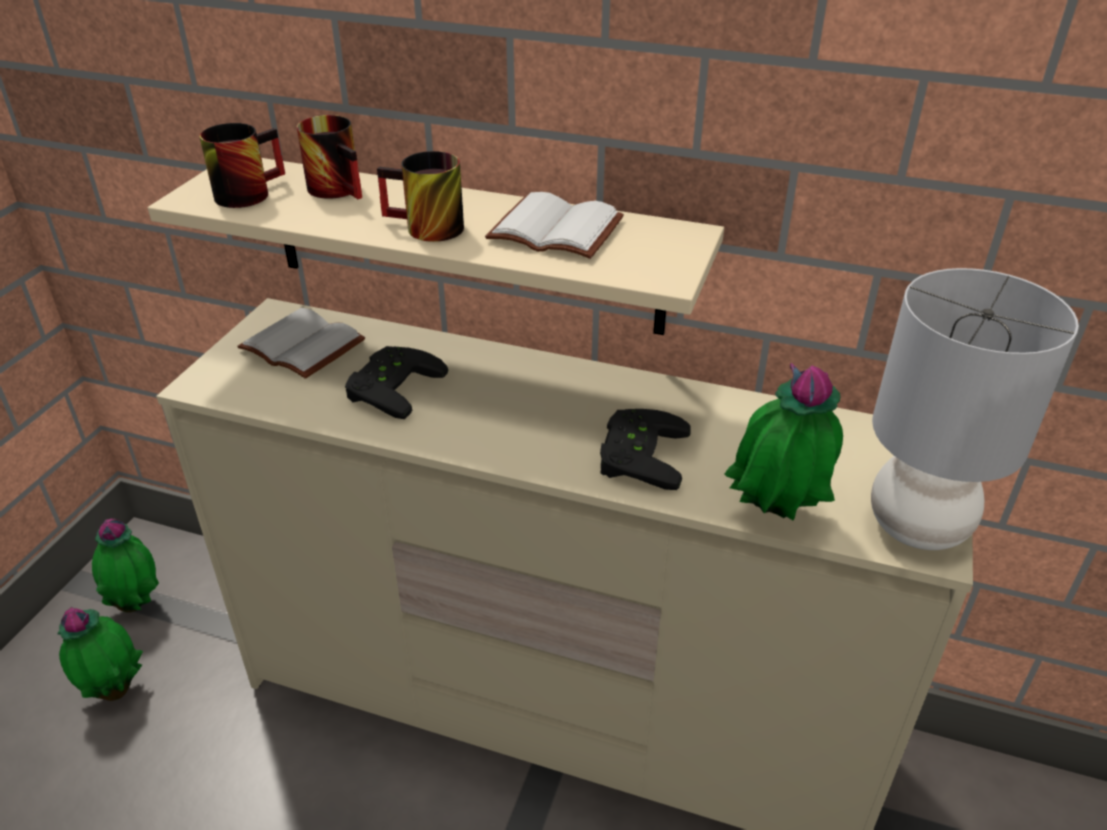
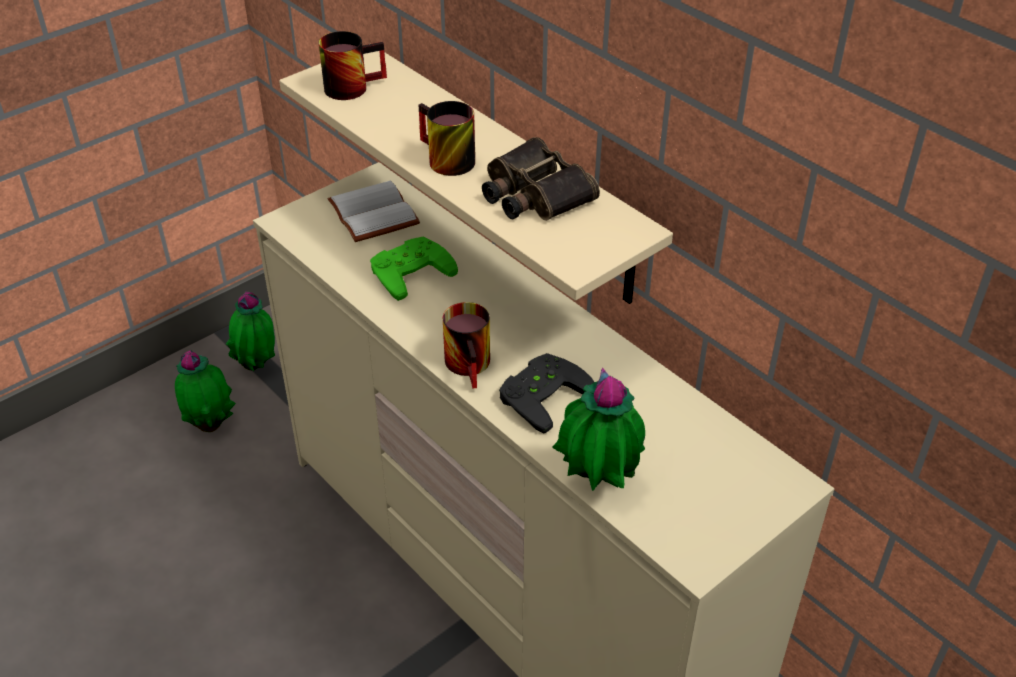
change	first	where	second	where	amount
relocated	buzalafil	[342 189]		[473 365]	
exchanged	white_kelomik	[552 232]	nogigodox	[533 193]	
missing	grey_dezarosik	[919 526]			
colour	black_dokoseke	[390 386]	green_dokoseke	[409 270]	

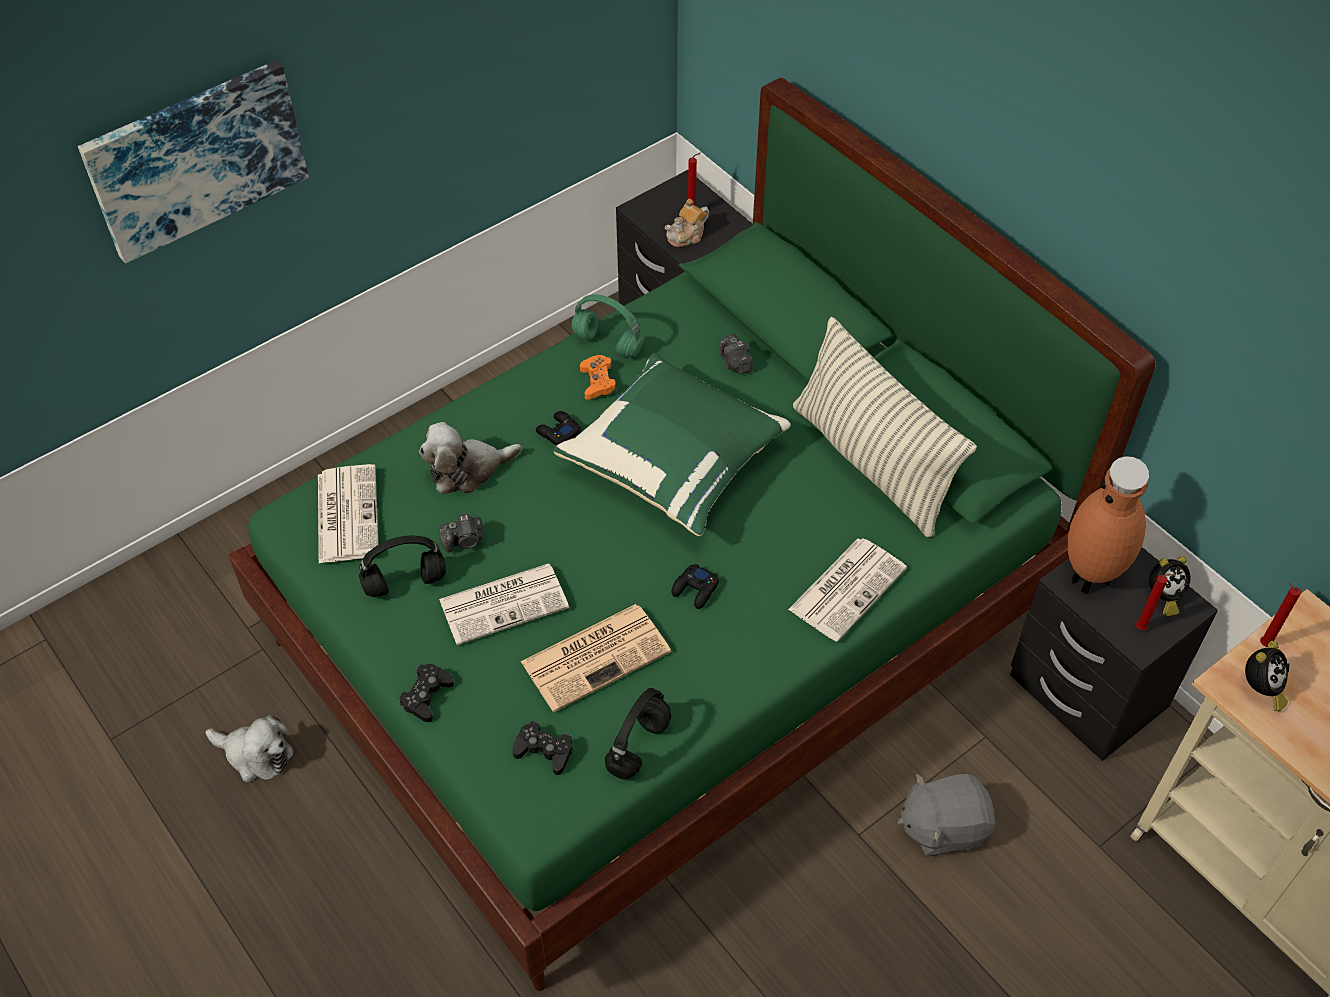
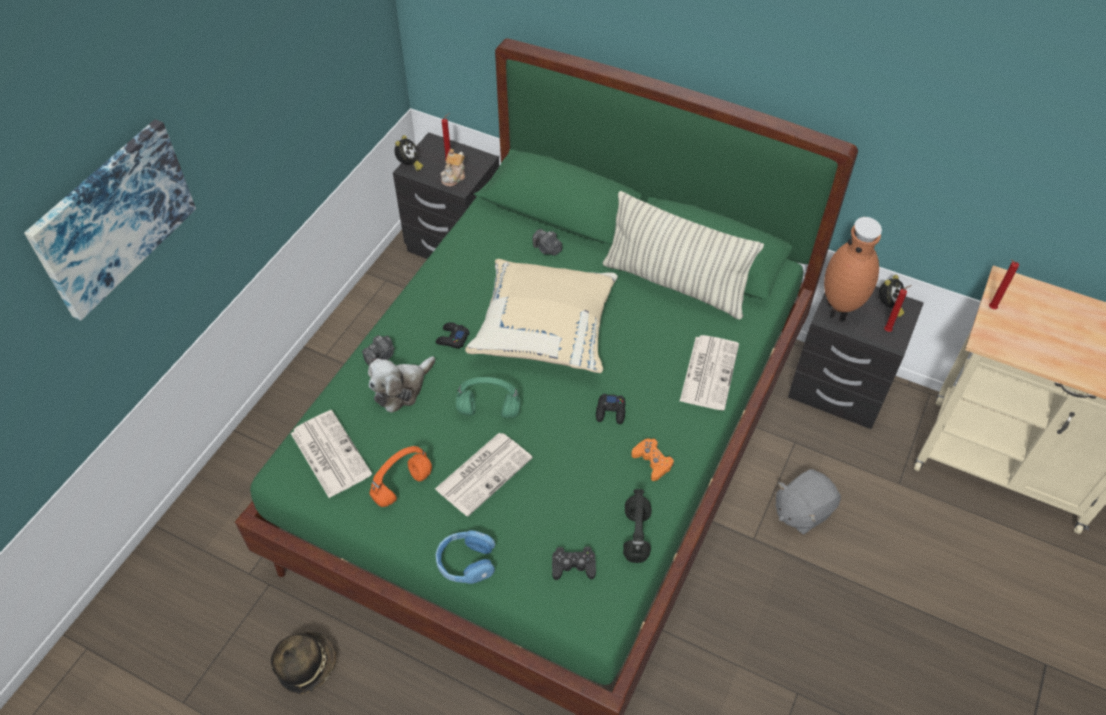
change	first	where	second	where	amount
relocated	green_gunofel	[606 344]		[487 411]	
colour	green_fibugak	[674 463]	beige_fibugak	[545 330]	
relocated	orange_dokoseke	[598 382]		[652 462]	
relocated	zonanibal	[464 541]		[381 356]	
colour	black_gunofel	[404 584]	orange_gunofel	[402 488]	
missing	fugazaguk	[597 656]			
relocated	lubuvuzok	[1260 690]		[409 165]	
exchanged	black_dokoseke	[426 696]	blue_gunofel	[466 562]	
exchanged	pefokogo	[256 755]	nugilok	[306 664]	

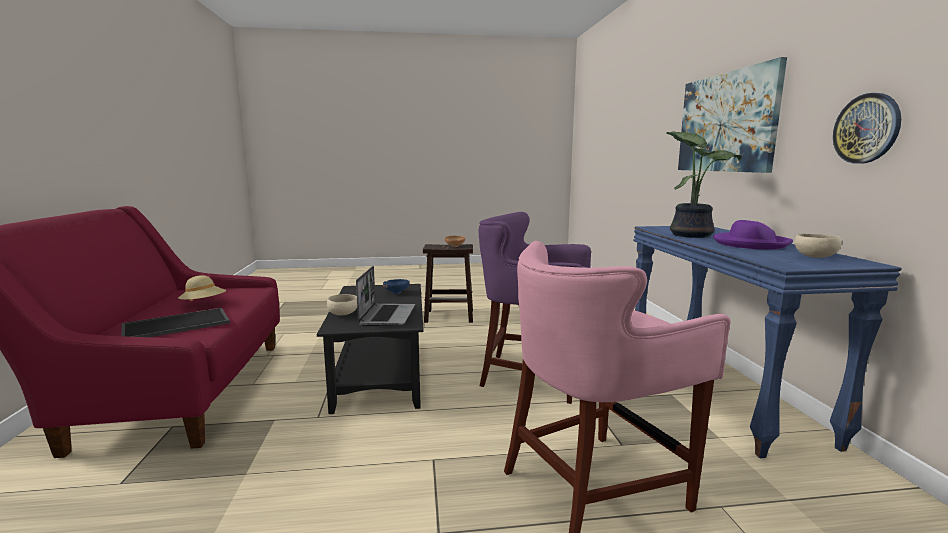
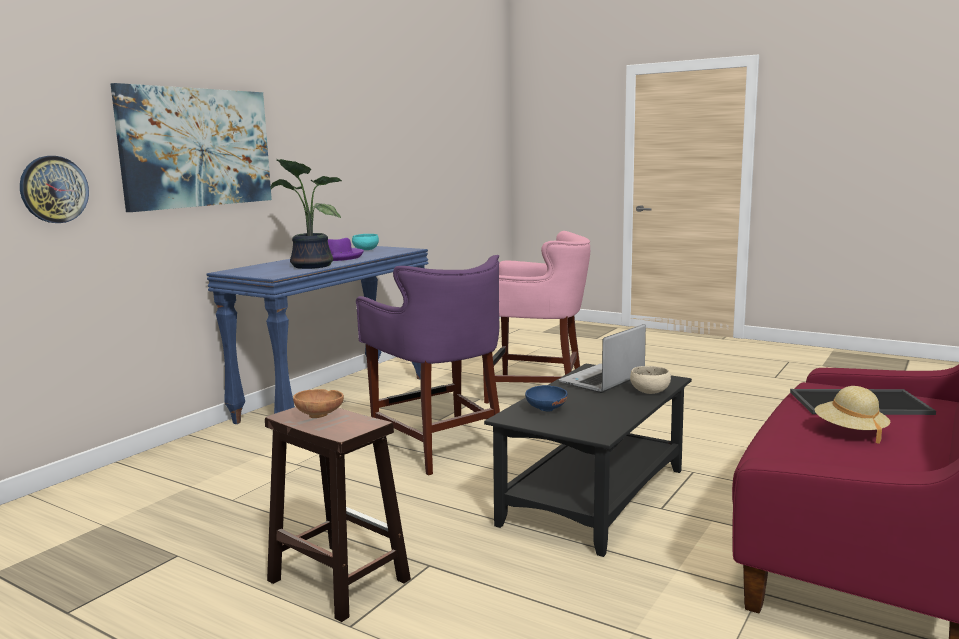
change	first	where	second	where	amount
relocated	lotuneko	[866 128]		[54 189]	
colour	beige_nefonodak	[814 256]	turquoise_nefonodak	[365 250]	

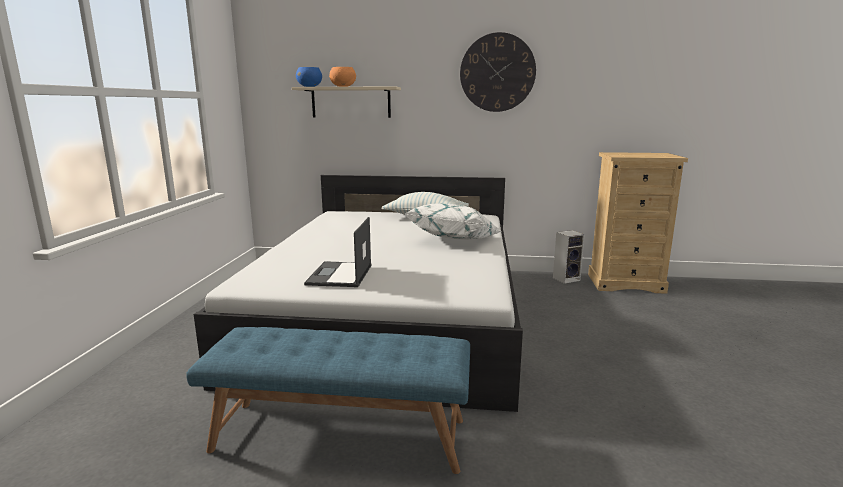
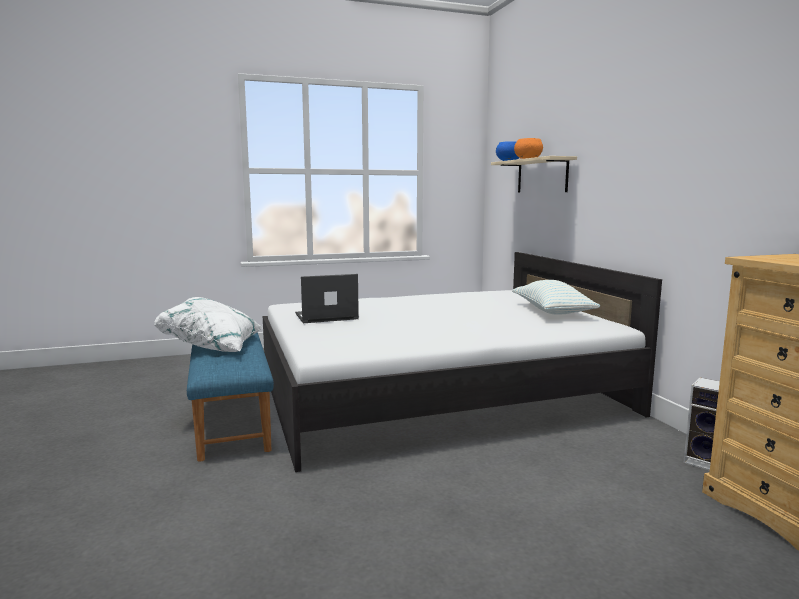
change	first	where	second	where	amount
missing	lotuneko	[497 73]			
relocated	white_fibugak	[455 240]		[214 345]	

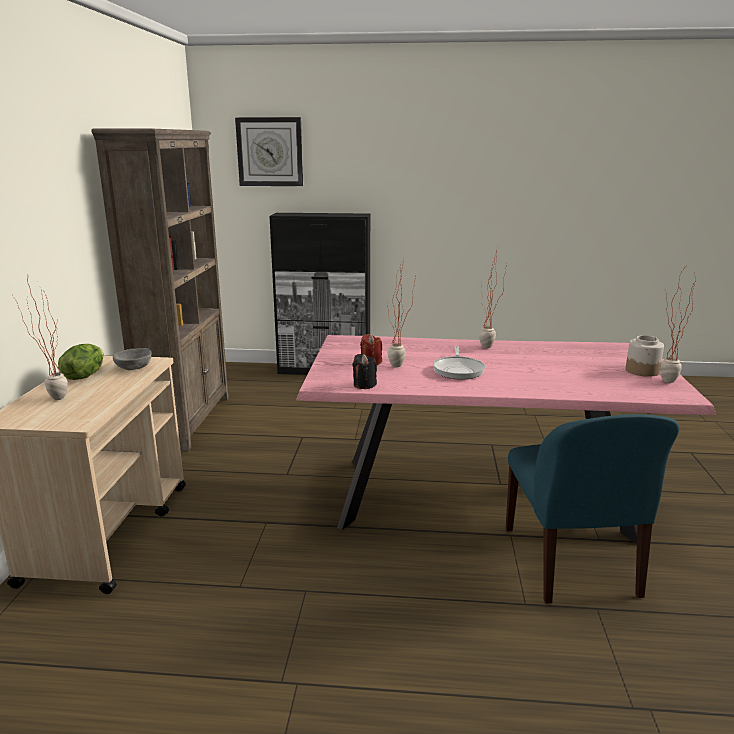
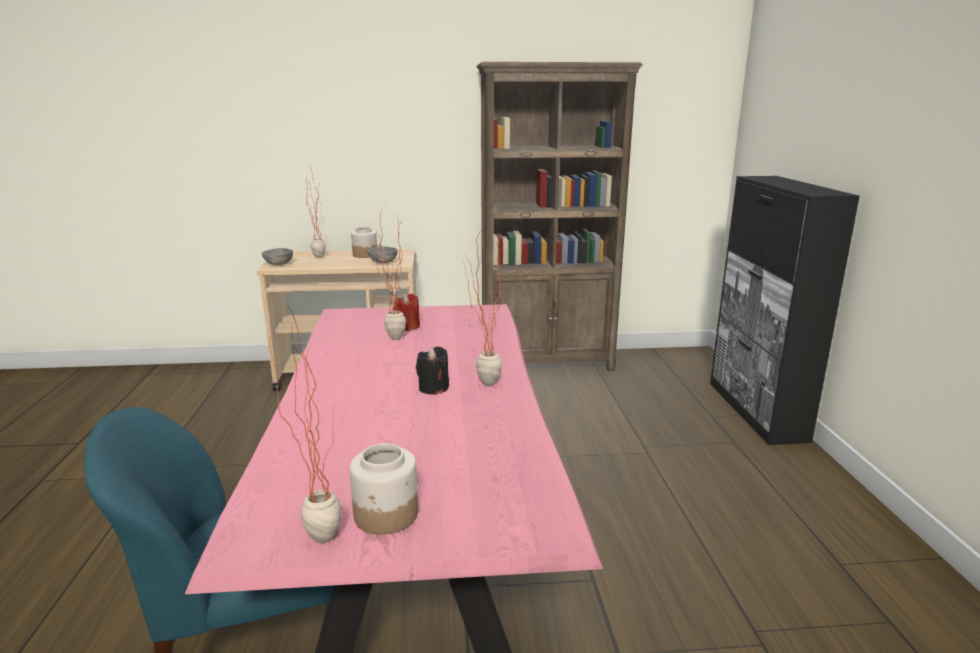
change	first	where	second	where	amount
missing	lotuneko	[270 152]			
exchanged	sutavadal	[84 376]	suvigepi	[365 255]	
missing	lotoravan	[458 370]			
relocated	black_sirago	[364 385]		[433 388]	
appeared			grey_nefonodak	[278 264]	

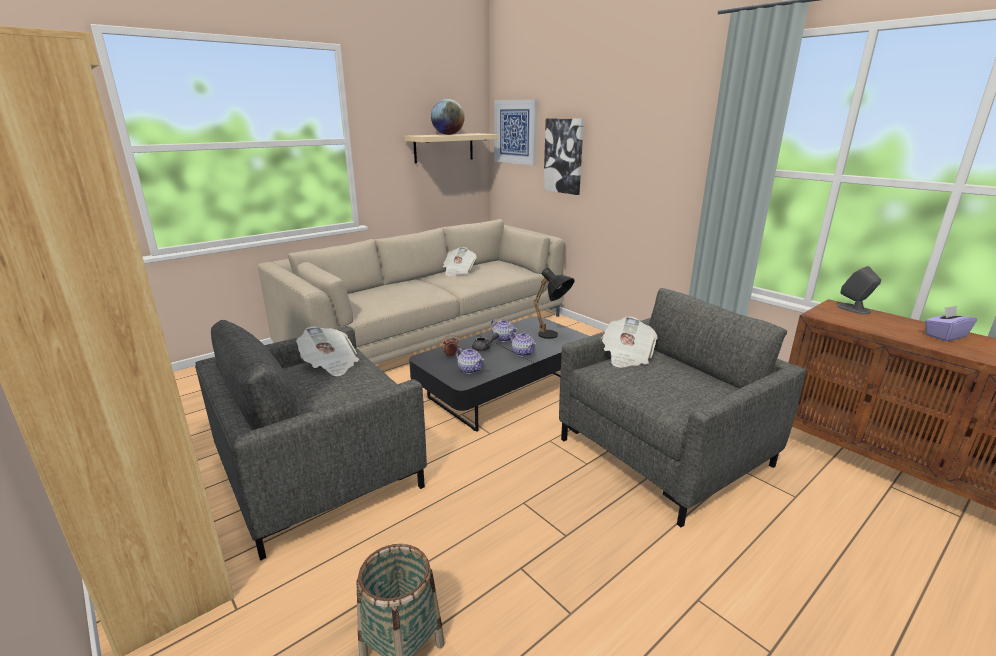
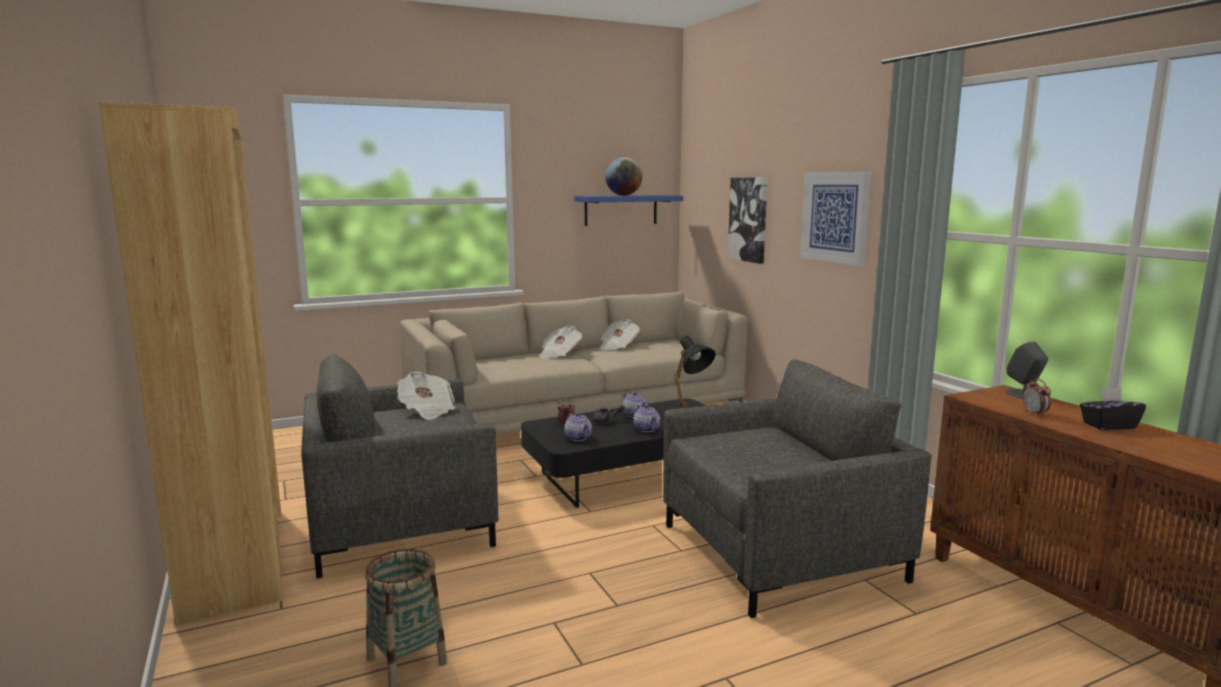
change	first	where	second	where	amount
relocated	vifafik	[515 132]		[835 217]	
colour	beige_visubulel	[444 147]	blue_visubulel	[621 210]	
colour	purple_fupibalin	[944 336]	black_fupibalin	[1108 425]	
relocated	fugazaguk	[626 356]		[559 354]	
appeared			lubuvuzok	[1035 414]	

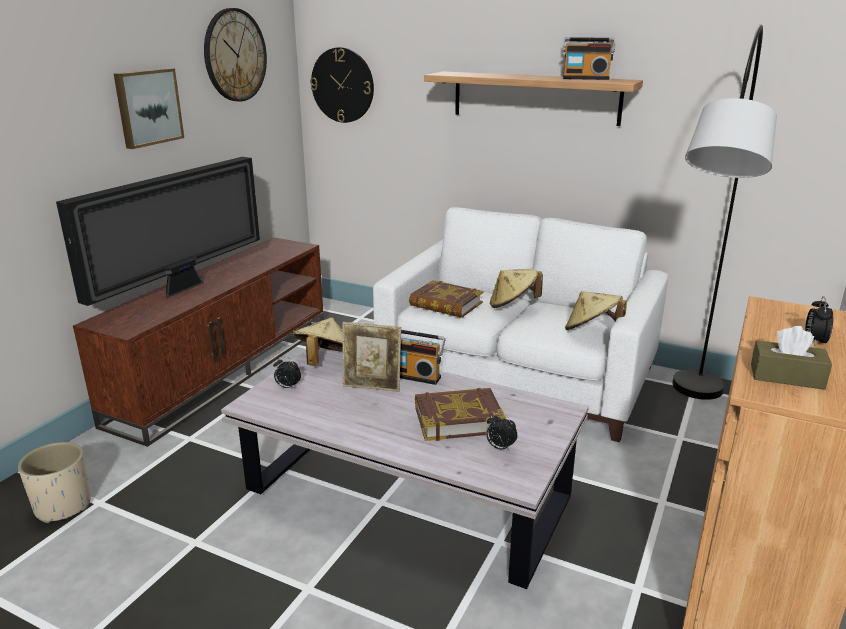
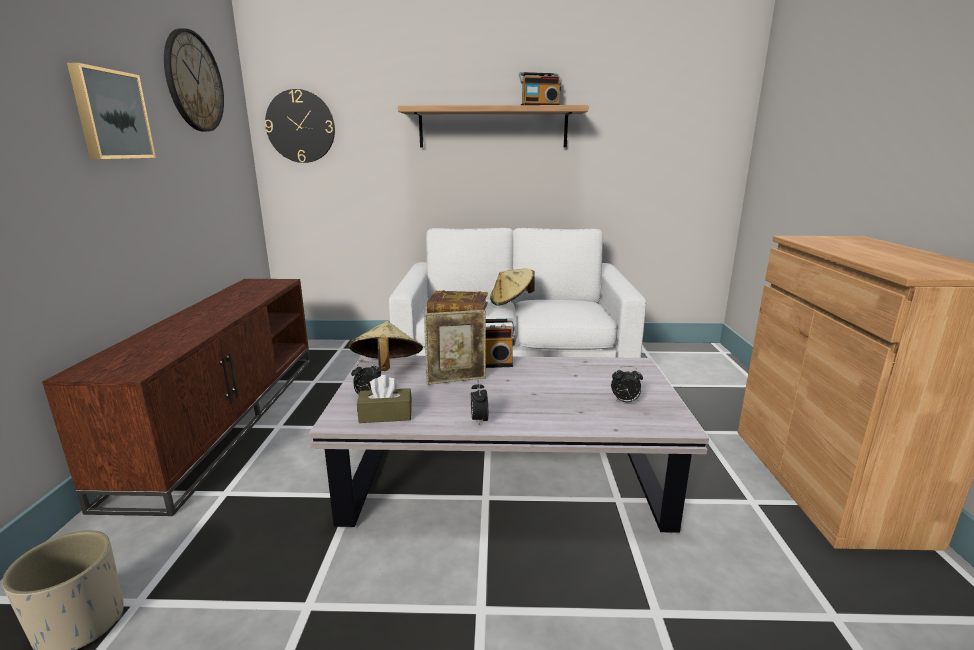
change	first	where	second	where	amount
missing	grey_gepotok	[685 433]			
missing	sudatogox	[183 288]			
missing	beige_nugilok	[592 331]			
relocated	lubuvuzok	[814 341]		[479 420]	
relocated	brown_fupibalin	[786 376]		[385 415]	
missing	kelomik	[458 419]			

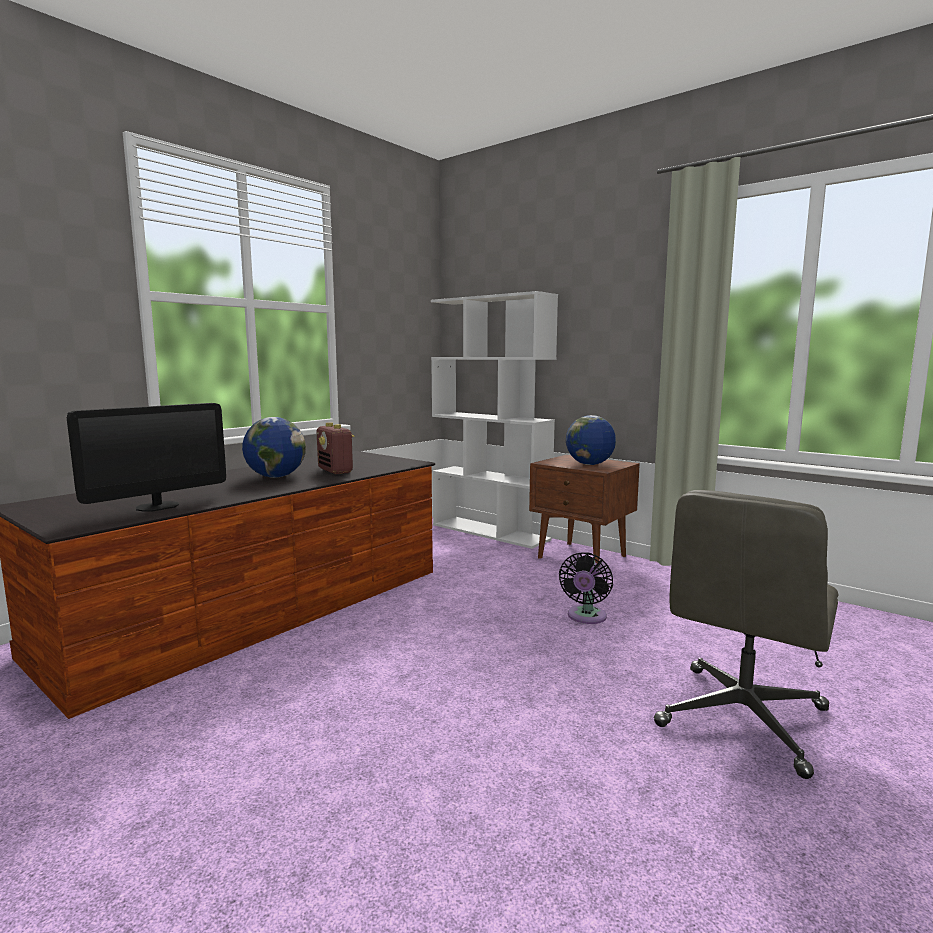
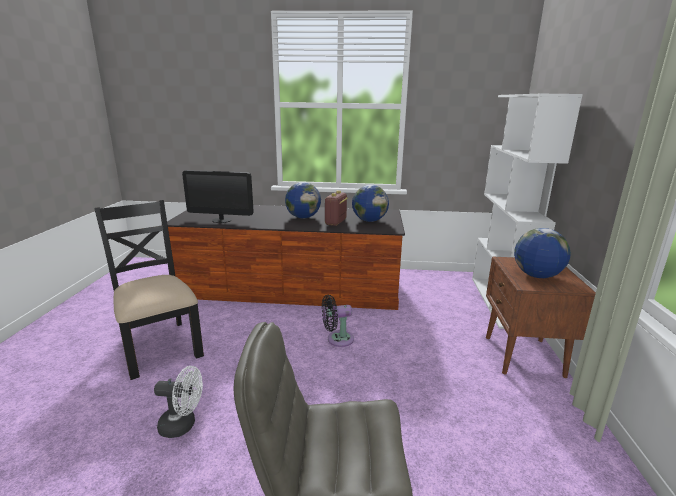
change	first	where	second	where	amount
relocated	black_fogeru	[586 617]		[337 339]	
appeared			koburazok	[369 221]	
appeared			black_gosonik	[159 347]	
appeared			white_fogeru	[183 425]	

